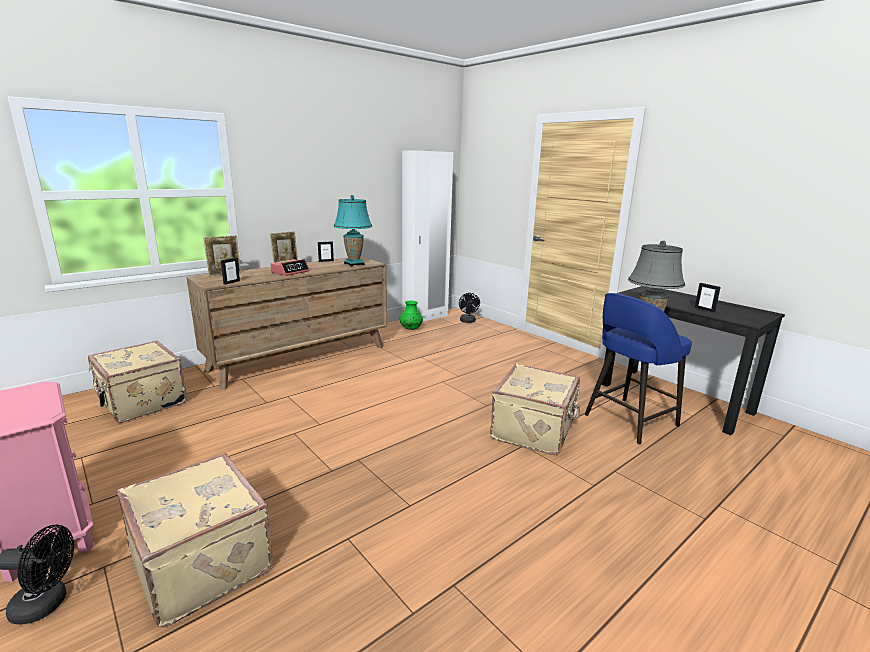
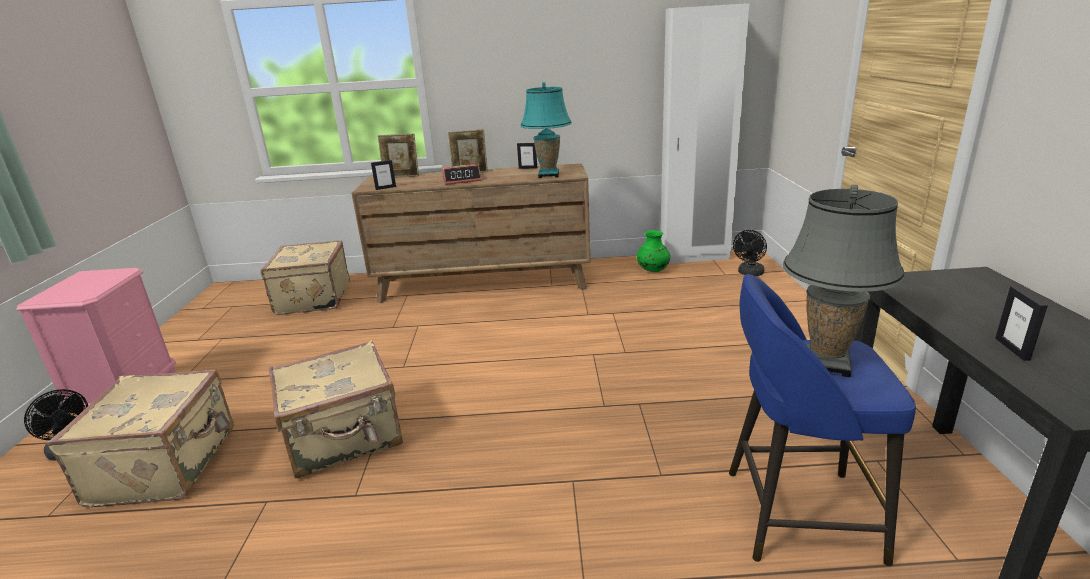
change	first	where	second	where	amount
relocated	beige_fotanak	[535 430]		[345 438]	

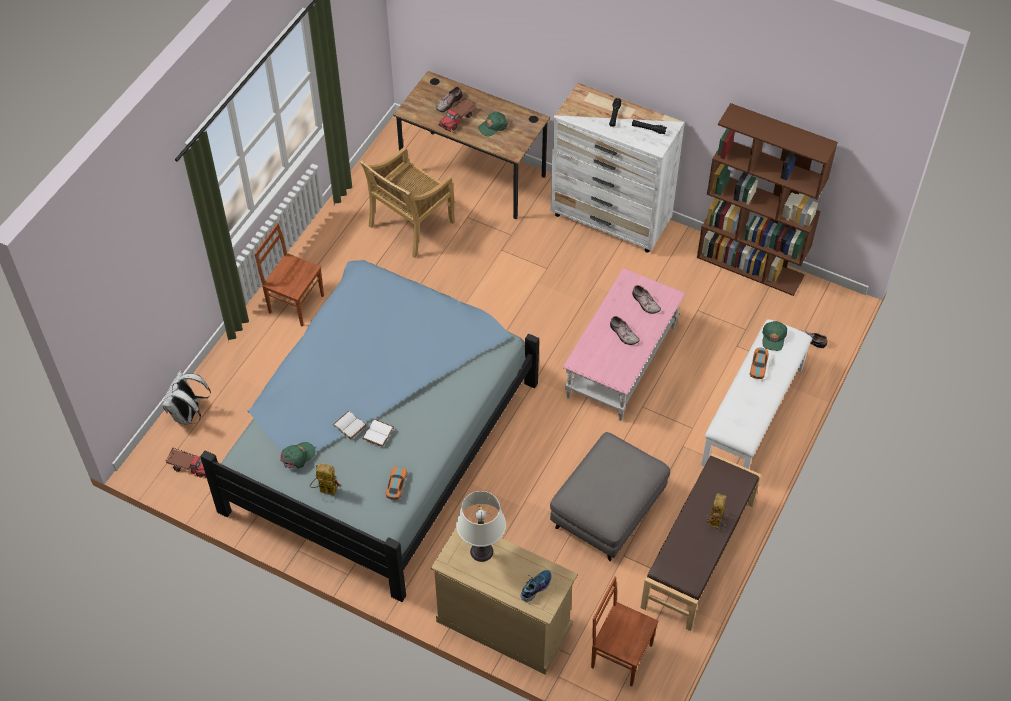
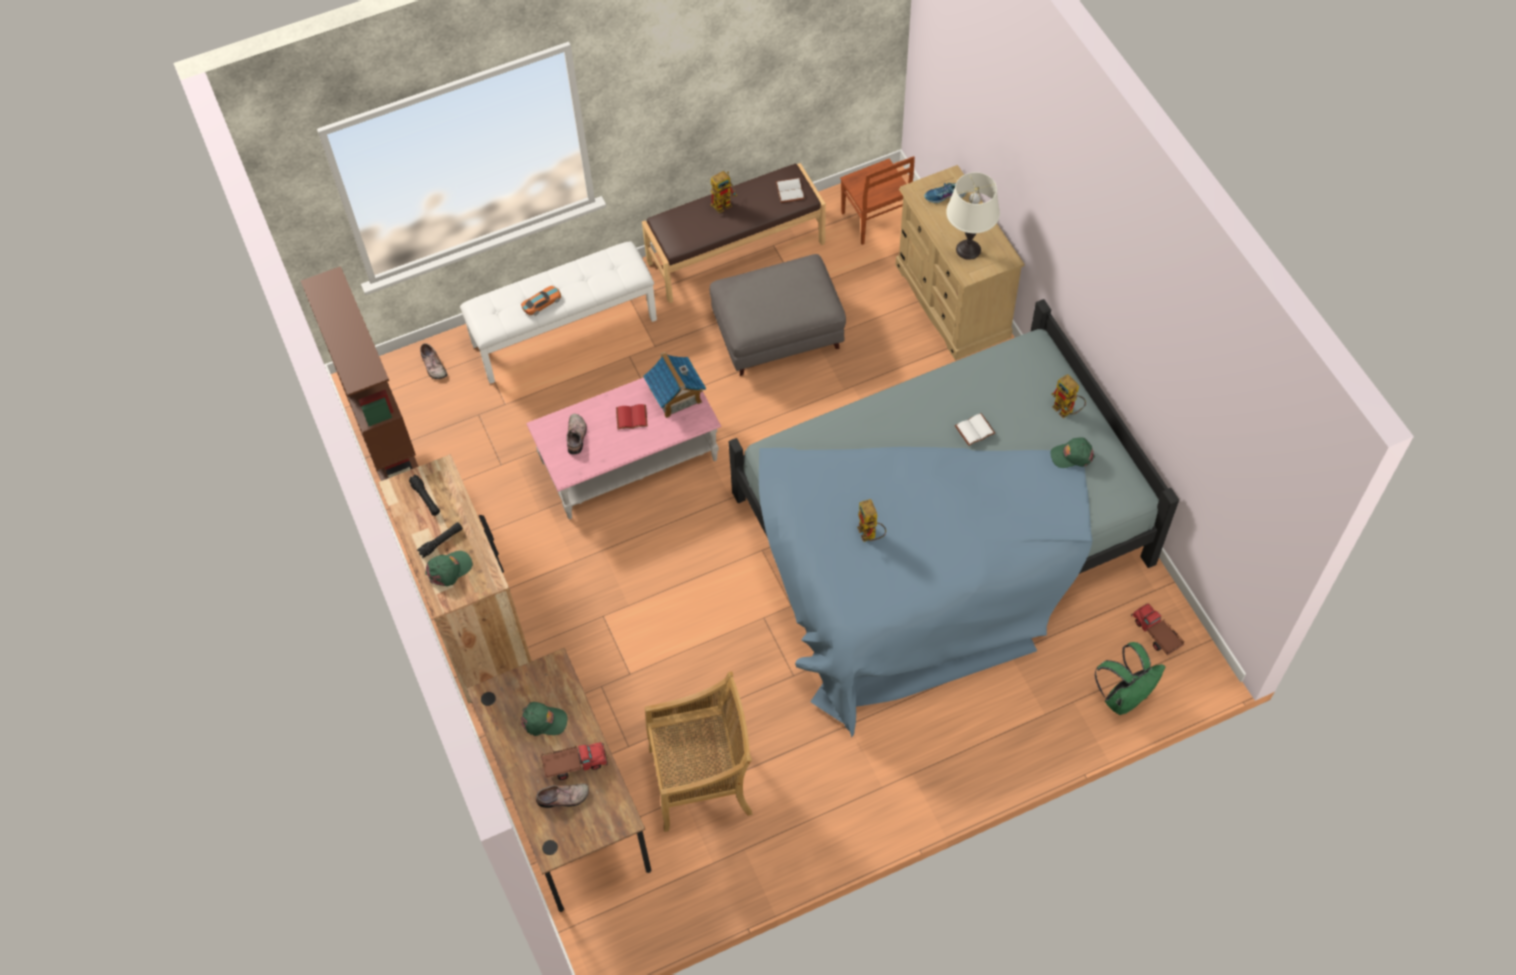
change	first	where	second	where	amount
colour	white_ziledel	[611 219]	brown_ziledel	[477 629]	
missing	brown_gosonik	[296 303]			
exchanged	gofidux	[623 334]	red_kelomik	[631 418]	
relocated	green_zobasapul	[773 338]		[449 569]	
colour	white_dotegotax	[188 414]	green_dotegotax	[1124 697]	
relocated	white_kelomik	[350 425]		[789 190]	
missing	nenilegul	[396 485]			
appeared			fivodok	[675 396]	
appeared			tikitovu	[870 535]	

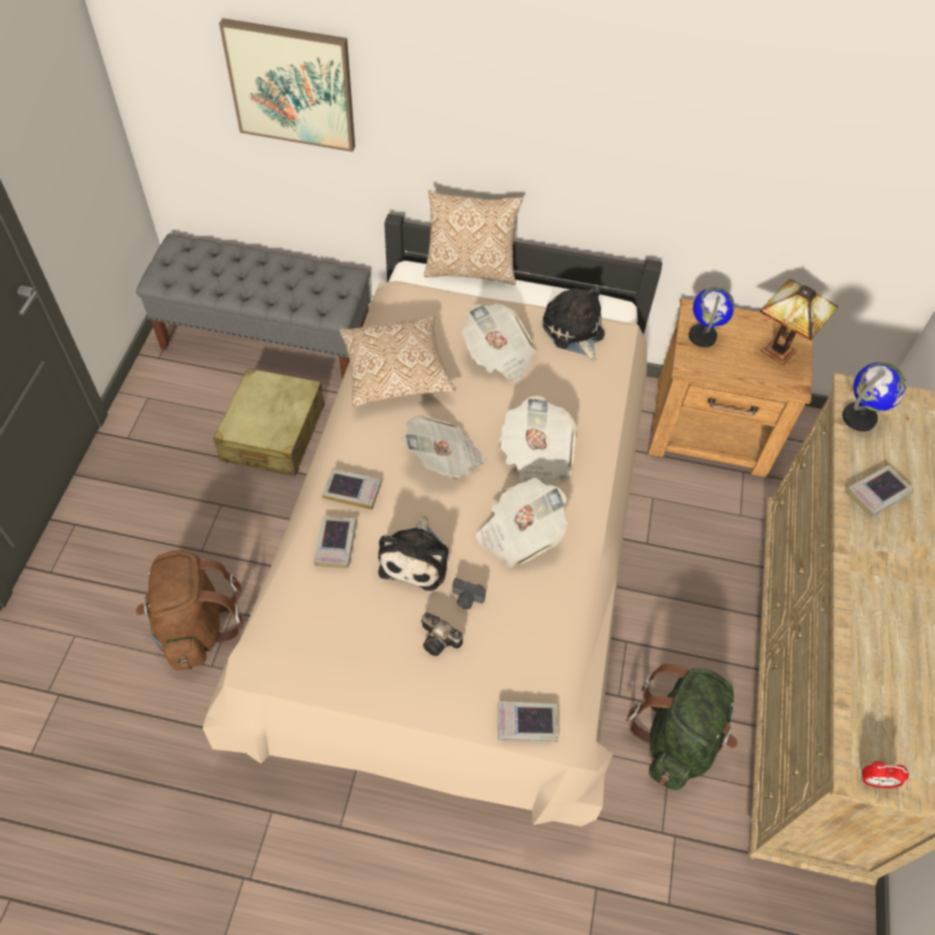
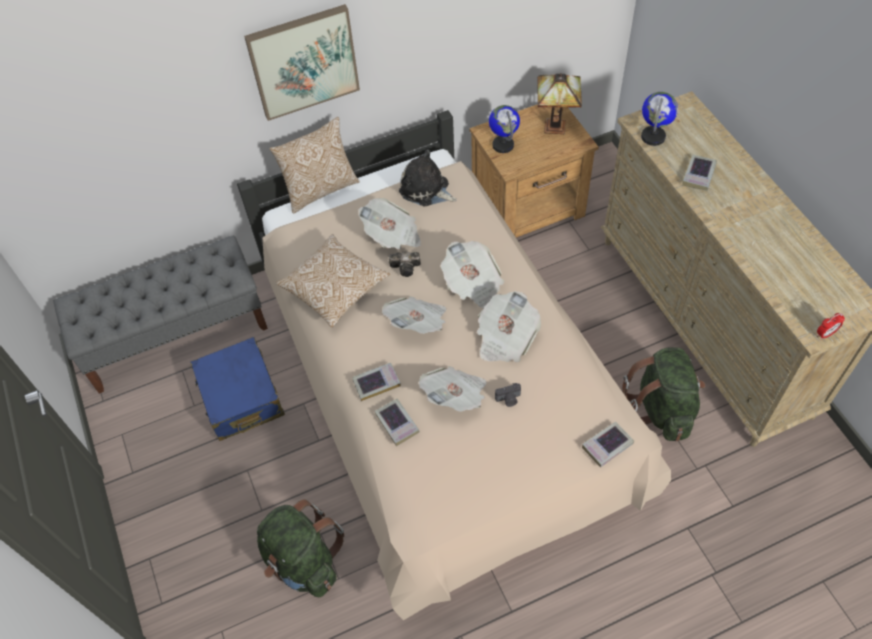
change	first	where	second	where	amount
relocated	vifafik	[291 85]		[303 62]	
colour	beige_fotanak	[273 433]	blue_fotanak	[241 397]	
exchanged	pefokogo	[416 558]	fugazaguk	[456 396]	
colour	brown_dotegotax	[195 626]	green_dotegotax	[303 561]	
relocated	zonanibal	[440 640]		[407 267]	

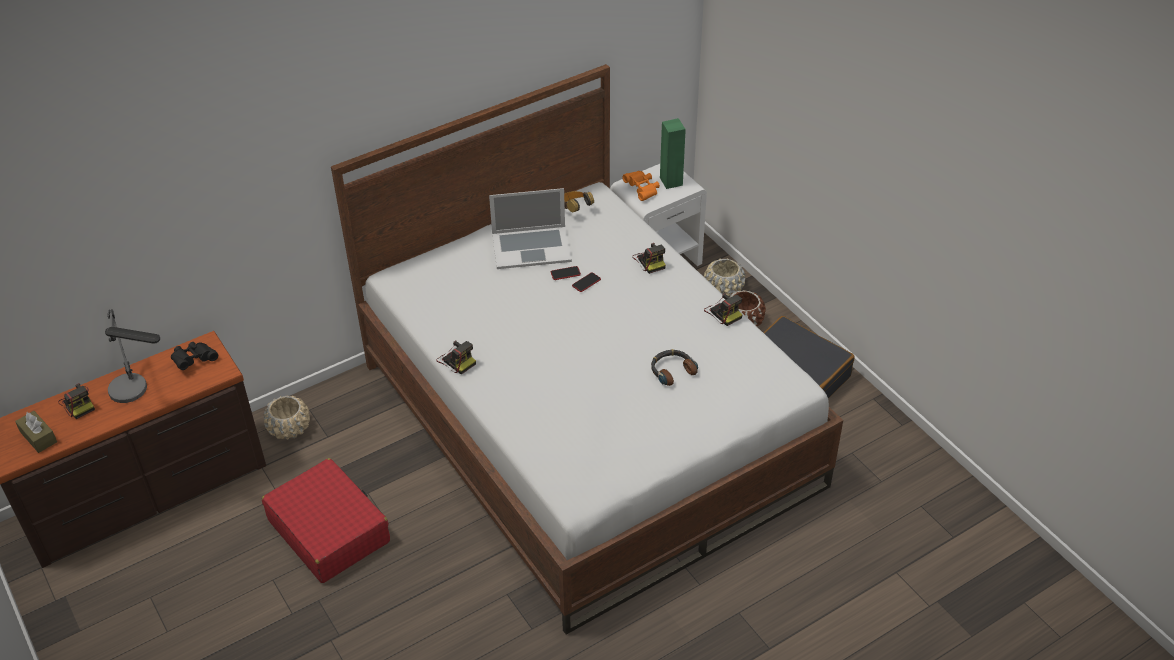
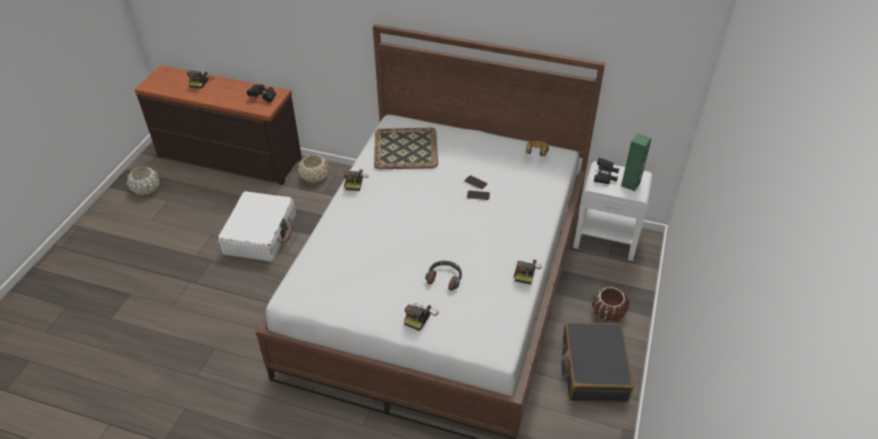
change	first	where	second	where	amount
colour	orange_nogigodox	[642 190]	black_nogigodox	[605 176]	
missing	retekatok	[531 247]			
relocated	zonanibal	[650 261]		[420 317]	
relocated	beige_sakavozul	[723 289]		[146 189]	
missing	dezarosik	[137 392]			
missing	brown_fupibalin	[38 437]			
colour	red_fotanak	[329 530]	white_fotanak	[260 234]	
appeared			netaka	[405 148]	

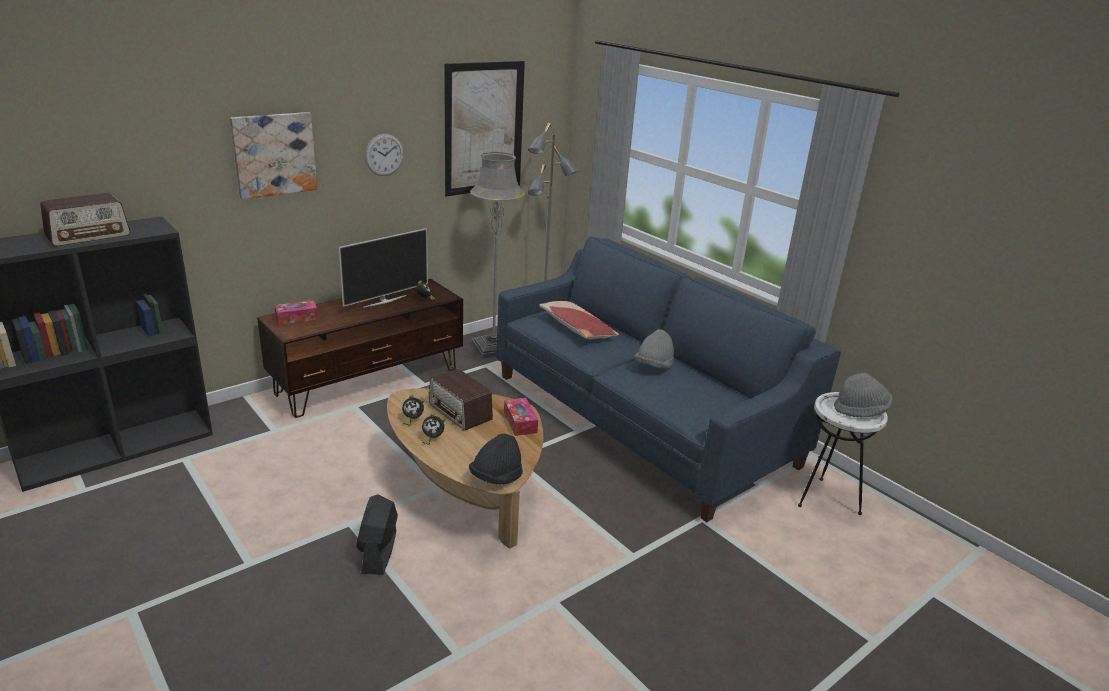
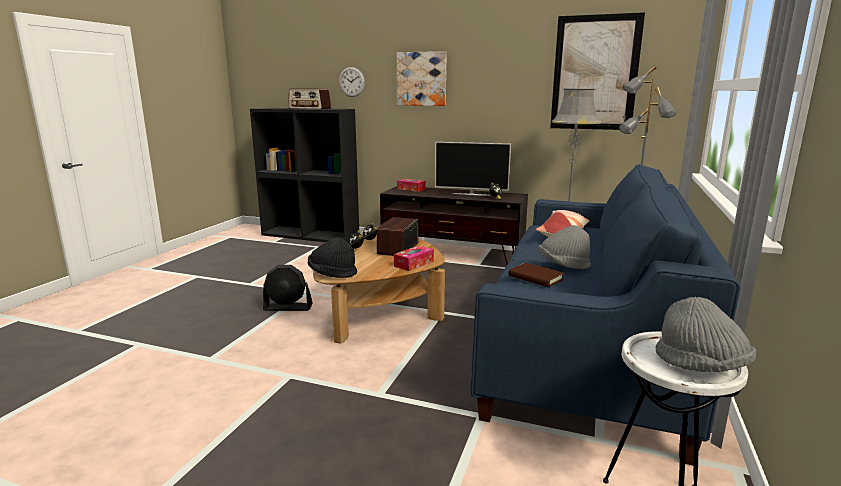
change	first	where	second	where	amount
relocated	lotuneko	[384 155]		[351 82]	
spun	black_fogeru	[379 552]		[288 307]	150 degrees counterclockwise
appeared			brown_kelomik	[535 278]	

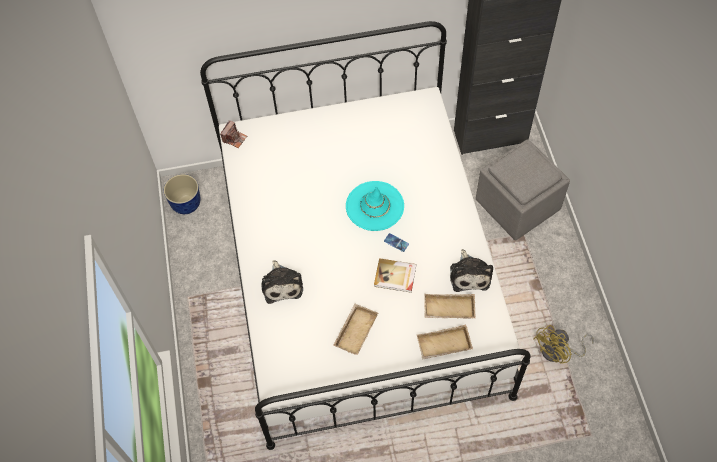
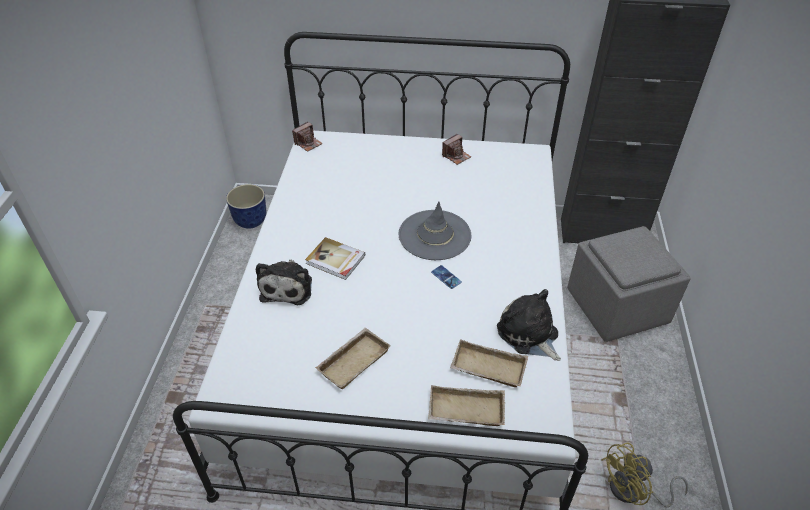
change	first	where	second	where	amount
colour	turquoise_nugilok	[374 206]	grey_nugilok	[434 235]	
spun	pefokogo	[469 274]		[529 335]	135 degrees clockwise
relocated	kelomik	[395 276]		[335 260]	
appeared			zonanibal	[456 156]	

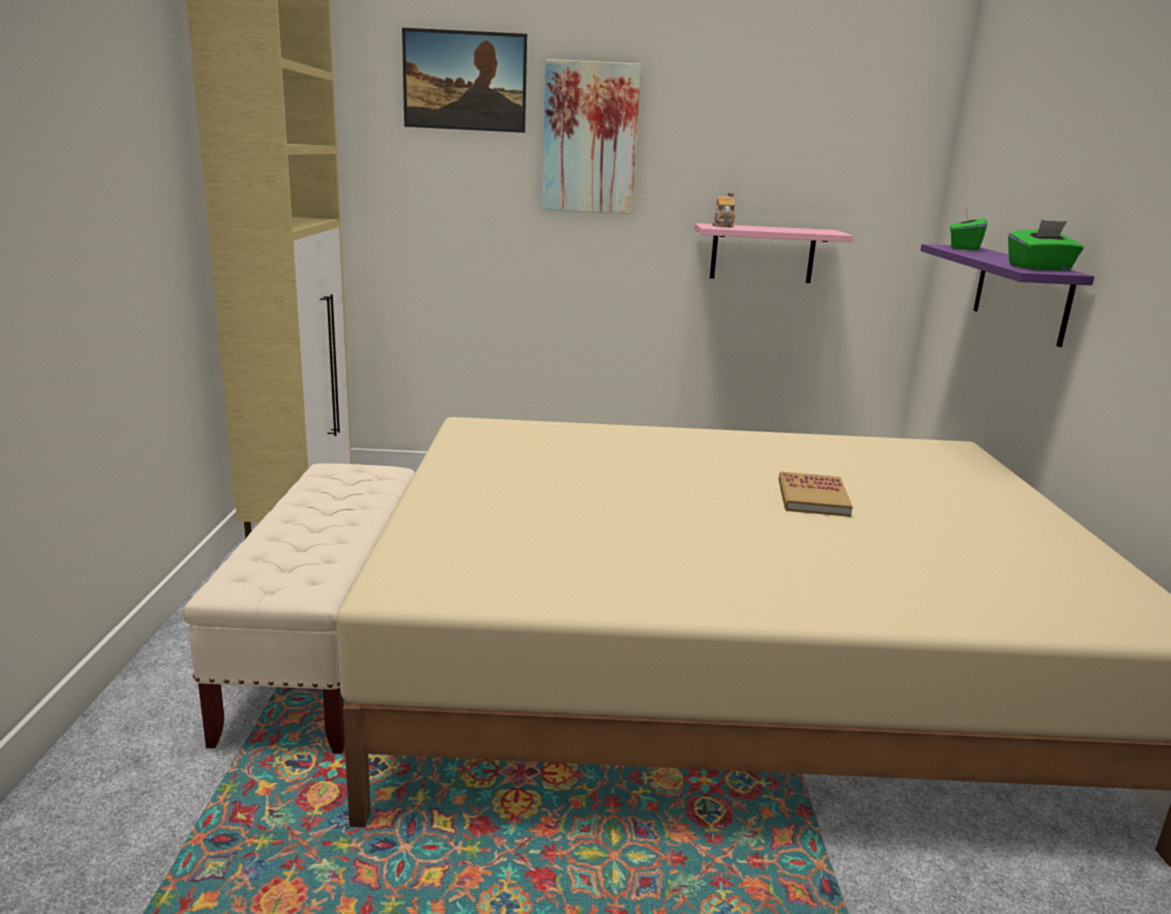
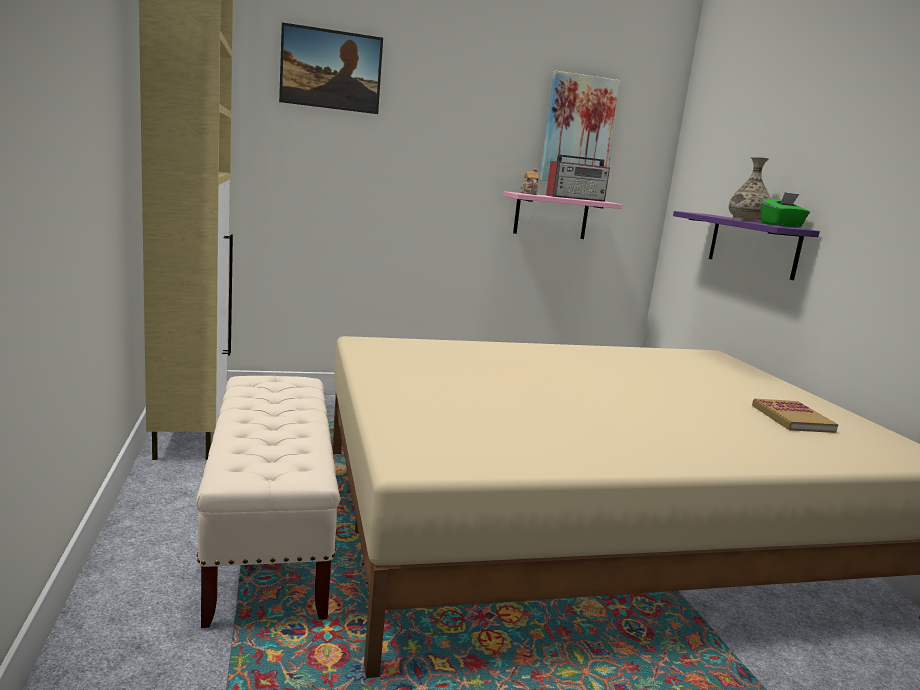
change	first	where	second	where	amount
relocated	vifafik	[590 138]		[578 130]	
missing	green_fupibalin	[963 248]			
relocated	kelomik	[812 498]		[792 419]	
appeared			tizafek	[576 198]	
appeared			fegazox	[746 220]	

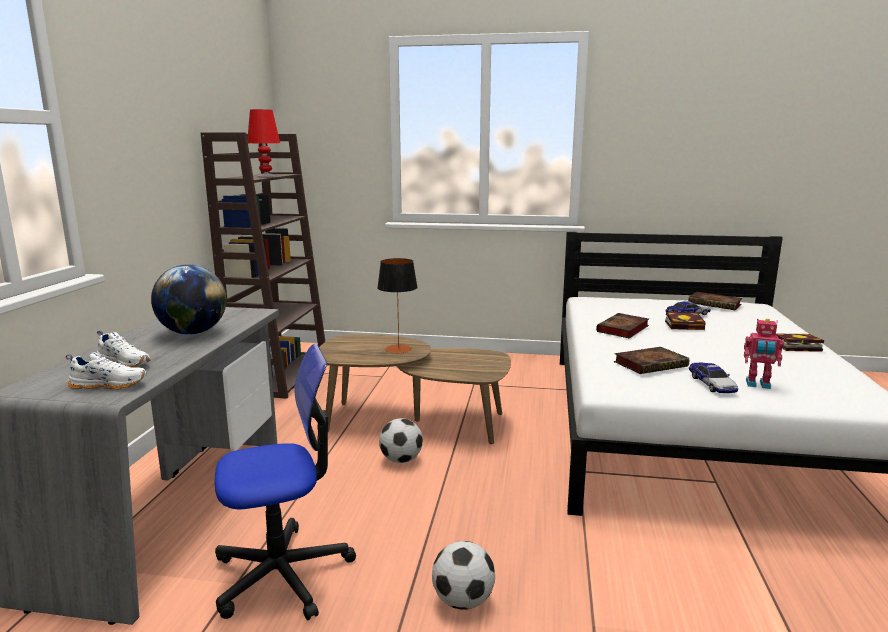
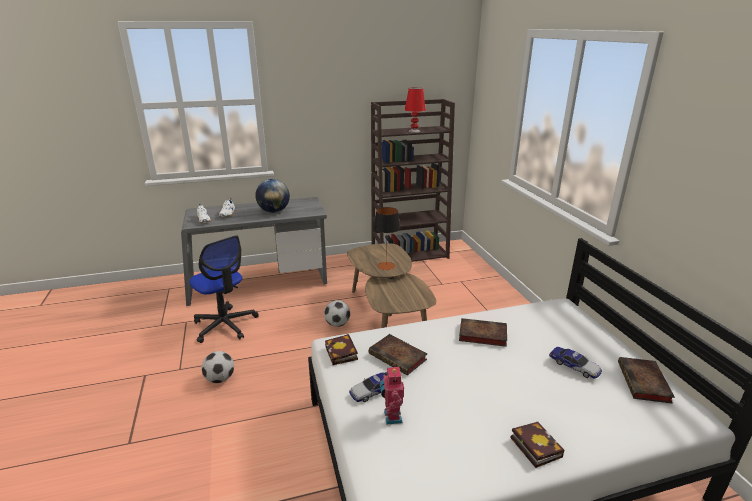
change	first	where	second	where	amount
relocated	kelomik	[686 325]		[342 354]	

